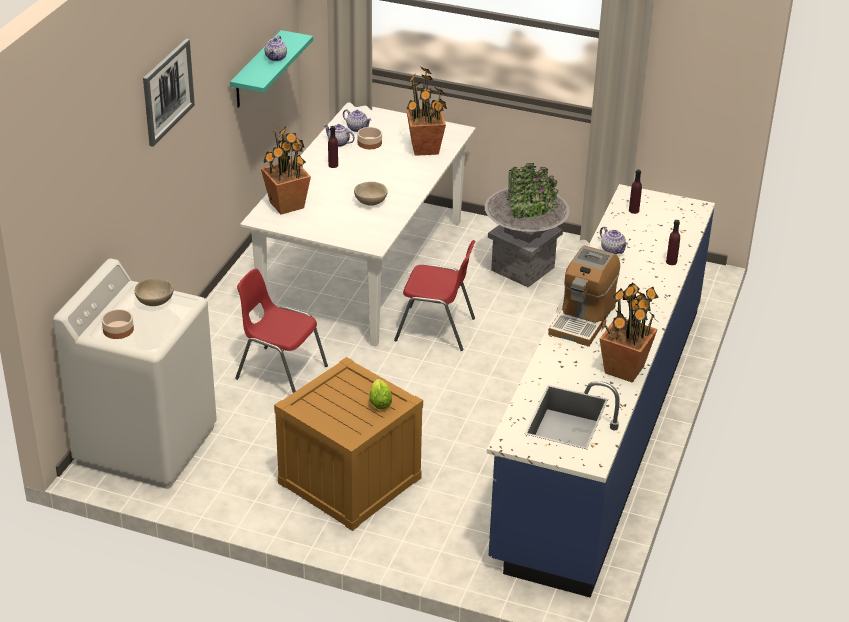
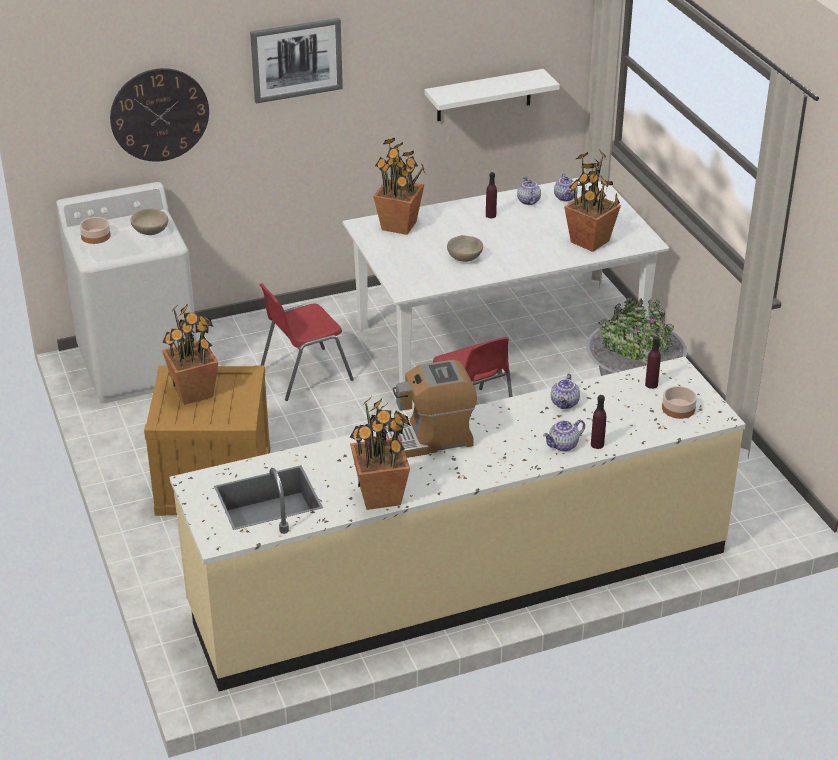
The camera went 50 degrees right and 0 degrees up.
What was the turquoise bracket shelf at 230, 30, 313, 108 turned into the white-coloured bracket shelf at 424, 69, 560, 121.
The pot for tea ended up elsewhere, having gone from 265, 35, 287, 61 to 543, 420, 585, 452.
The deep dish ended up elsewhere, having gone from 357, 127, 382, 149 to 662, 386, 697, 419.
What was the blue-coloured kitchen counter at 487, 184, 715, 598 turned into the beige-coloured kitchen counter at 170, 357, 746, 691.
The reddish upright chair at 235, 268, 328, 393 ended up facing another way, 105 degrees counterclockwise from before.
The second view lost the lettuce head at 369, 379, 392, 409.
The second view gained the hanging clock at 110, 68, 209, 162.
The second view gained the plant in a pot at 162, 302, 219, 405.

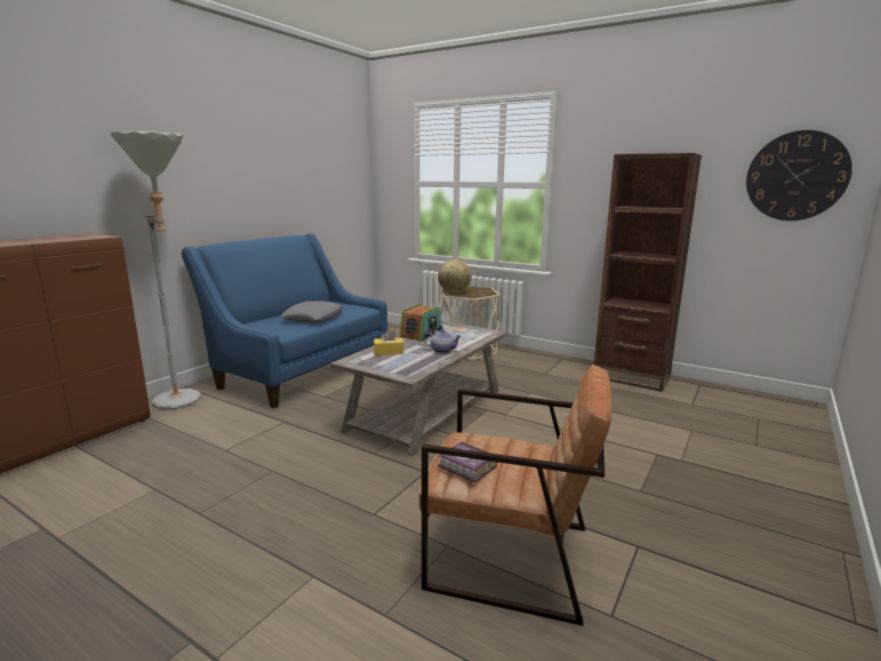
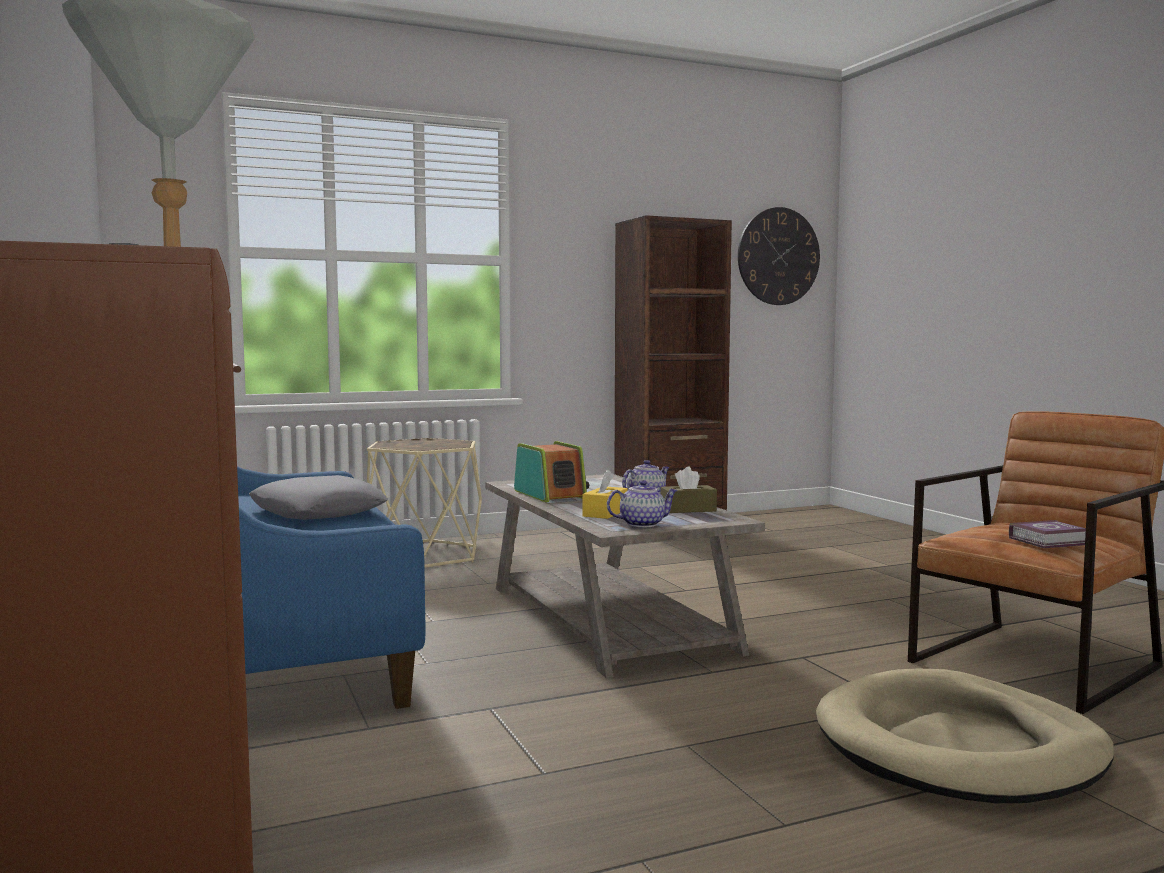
The camera went 55 degrees left and 10 degrees down.
The second view lost the desk globe at 438, 259, 471, 293.
The second view gained the brown-coloured box of tissues at 661, 466, 717, 513.
The second view gained the pot for tea at 607, 480, 678, 527.
The second view gained the beige-coloured pet bed at 816, 668, 1114, 803.

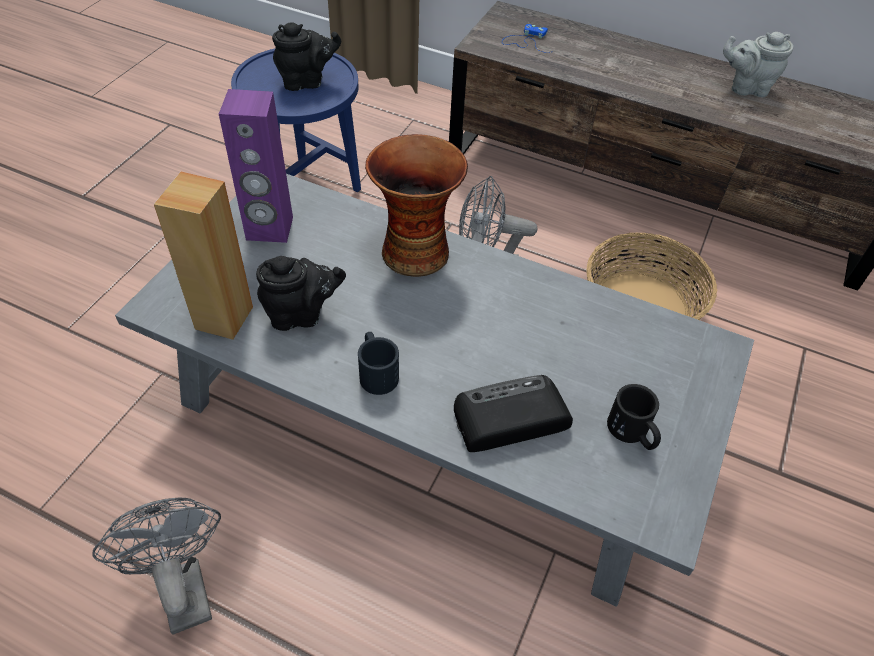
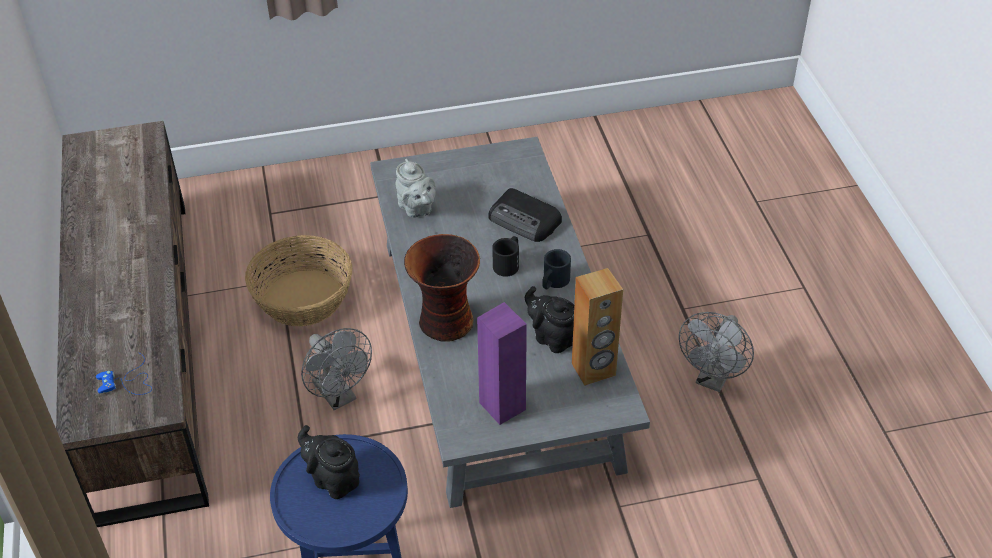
The camera went 125 degrees left and 5 degrees down.
The gray pot for tea ended up elsewhere, having gone from 723, 32, 793, 97 to 396, 159, 436, 218.
The black coffee mug ended up elsewhere, having gone from 607, 384, 661, 450 to 492, 236, 519, 277.

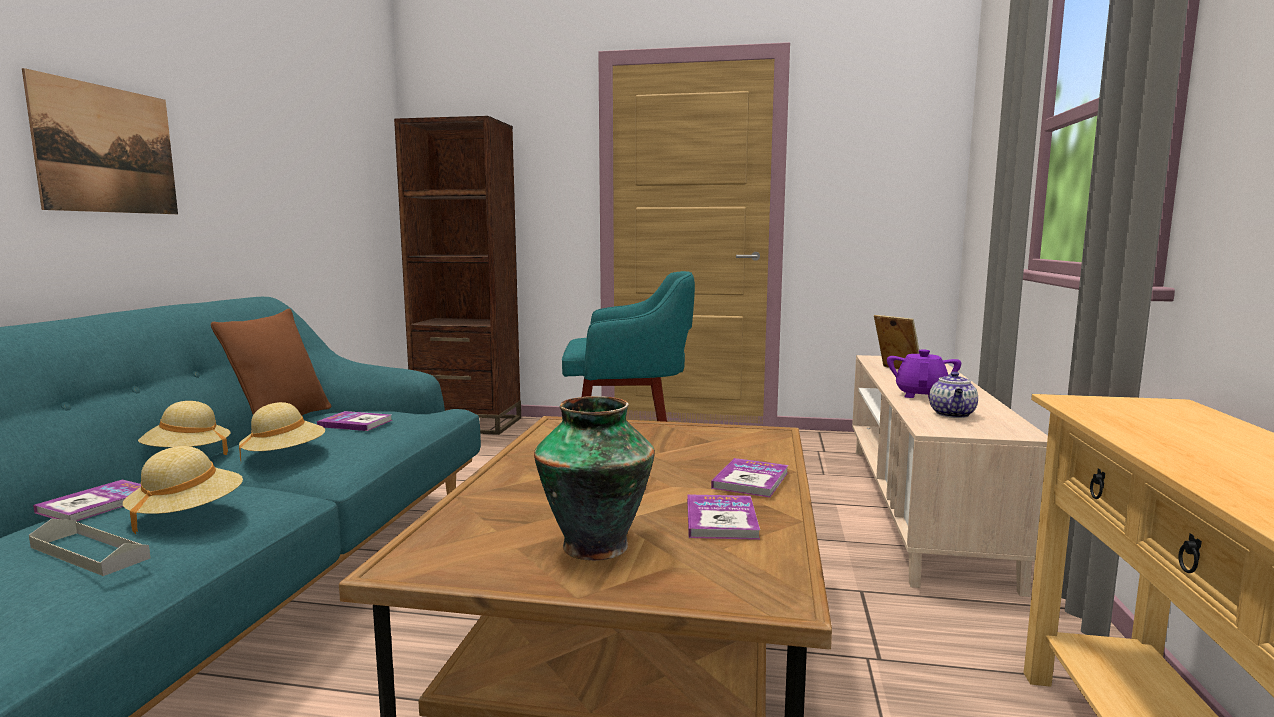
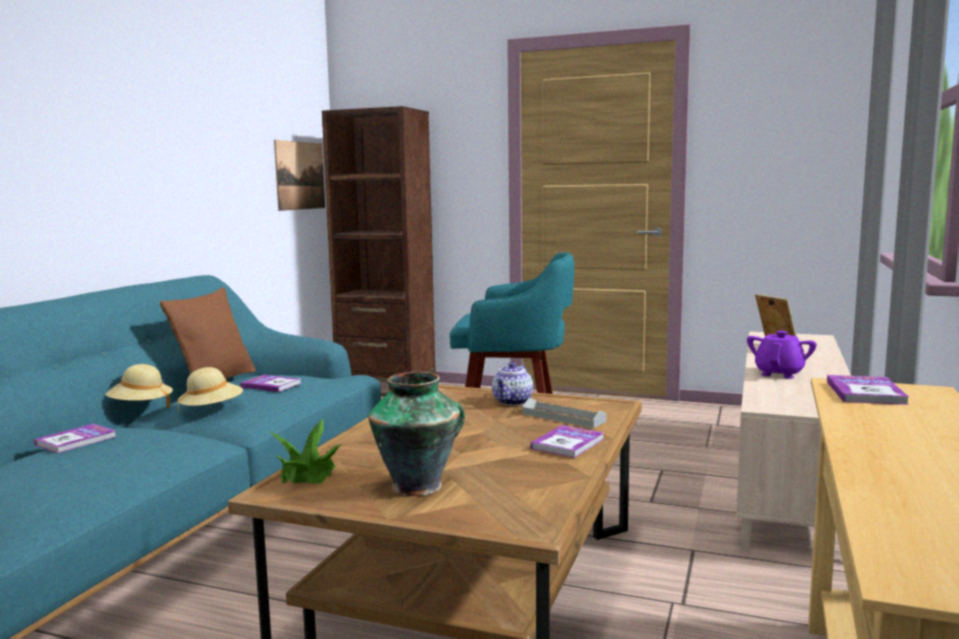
The camera went 10 degrees right and 0 degrees up.
The wall art ended up elsewhere, having gone from 22, 68, 178, 214 to 274, 140, 325, 211.
The pot for tea ended up elsewhere, having gone from 929, 371, 978, 418 to 492, 362, 533, 405.
The second view lost the beige-coloured wearable hat at 123, 446, 243, 534.
The book ended up elsewhere, having gone from 687, 494, 760, 540 to 827, 375, 909, 405.
The gray tray ended up elsewhere, having gone from 29, 519, 150, 576 to 522, 398, 606, 428.
The second view gained the plant in a pot at 269, 419, 342, 484.

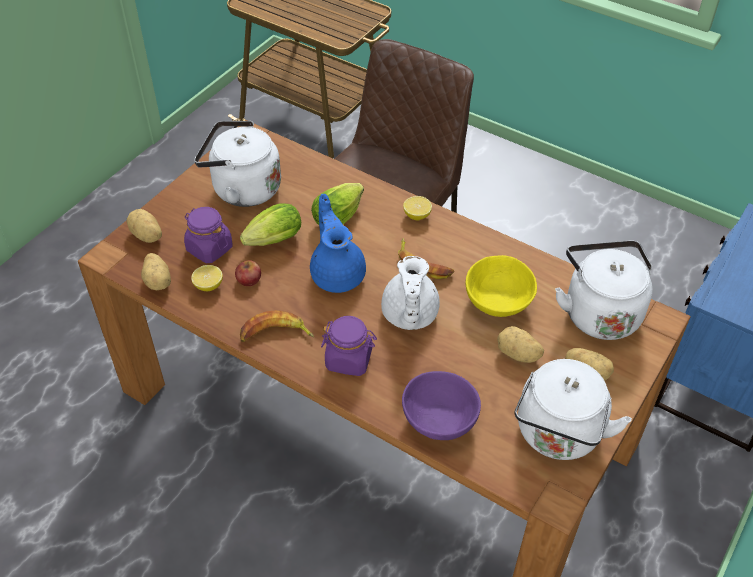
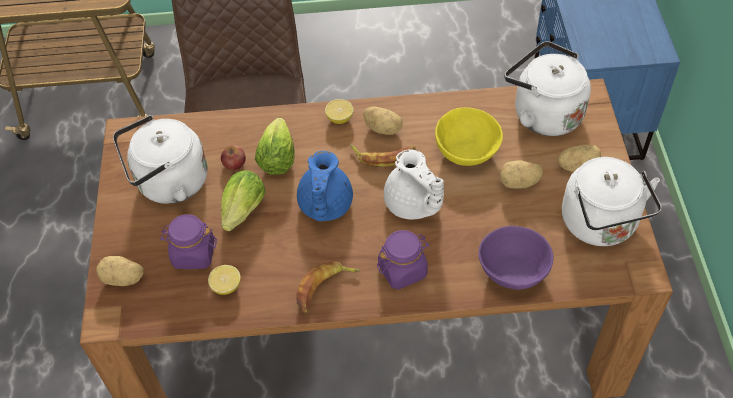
The camera went 35 degrees left and 5 degrees up.
The blue-coloured pot for tea at 310, 194, 366, 293 ended up facing another way, 120 degrees counterclockwise from before.
The spud ended up elsewhere, having gone from 141, 253, 171, 290 to 363, 106, 403, 135.
The apple fruit ended up elsewhere, having gone from 235, 260, 261, 286 to 221, 145, 246, 170.

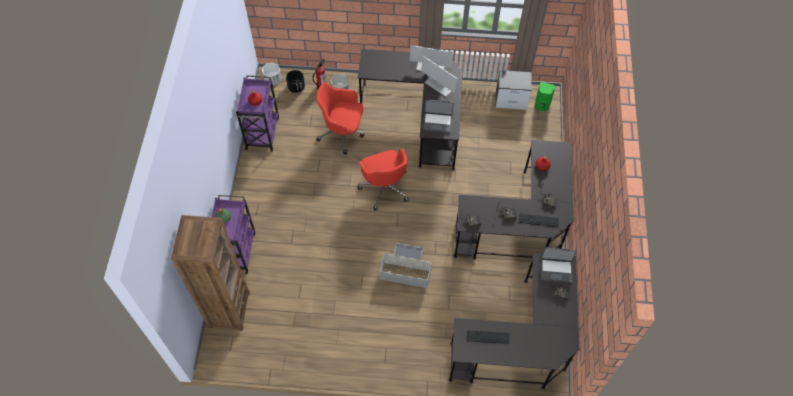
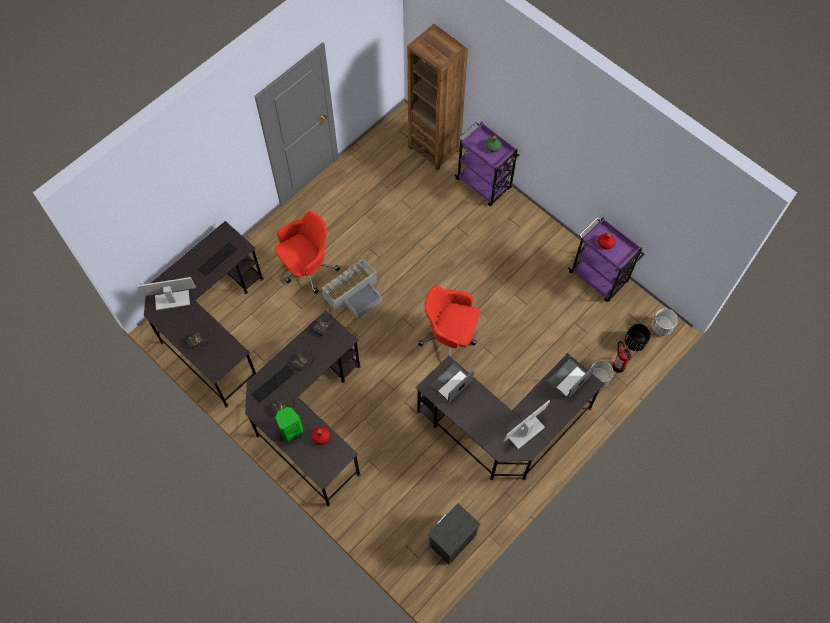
The camera went 130 degrees right and 5 degrees up.
The computer display ended up elsewhere, having gone from 421, 56, 458, 97 to 137, 277, 196, 310.
The green-coloured loudspeaker ended up elsewhere, having gone from 535, 82, 555, 111 to 275, 407, 303, 441.
The reddish desk chair ended up elsewhere, having gone from 316, 83, 364, 155 to 275, 211, 340, 294.
The laptop ended up elsewhere, having gone from 541, 247, 577, 283 to 547, 359, 594, 399.

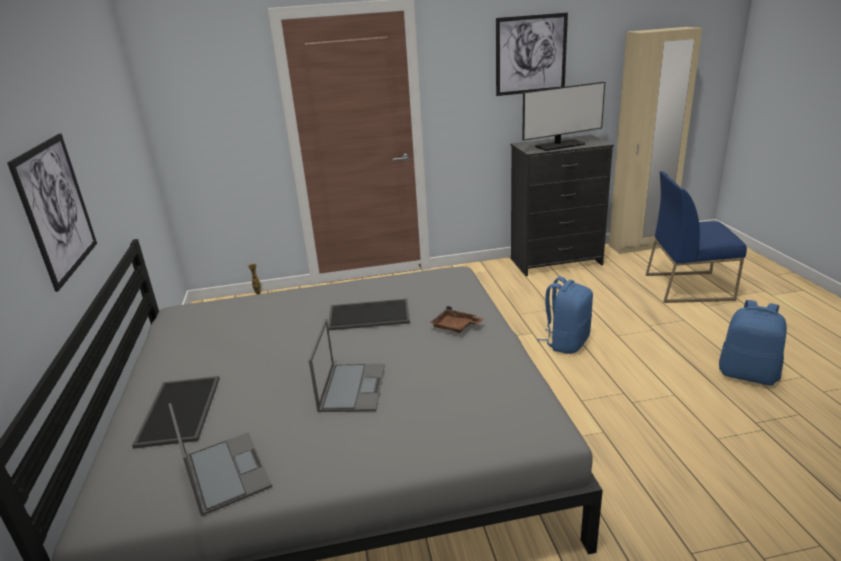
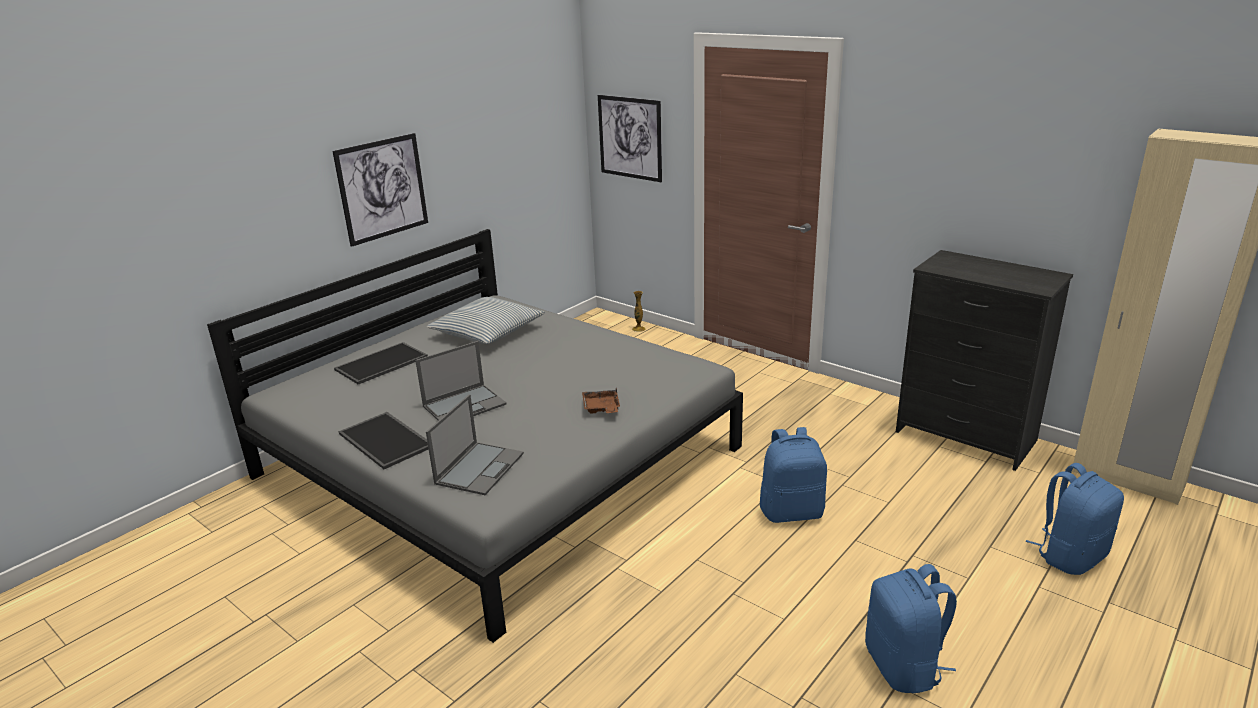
The camera went 50 degrees right and 0 degrees up.
The wall art ended up elsewhere, having gone from 496, 13, 568, 96 to 598, 95, 662, 182.
The second view lost the computer display at 522, 82, 605, 151.
Where the blue-coloured upright chair stood at 646, 171, 747, 303, the blue-coloured knapsack came to stand at 1025, 463, 1124, 575.
The tray ended up elsewhere, having gone from 328, 299, 410, 330 to 339, 412, 428, 469.
The laptop ended up elsewhere, having gone from 168, 403, 272, 516 to 426, 394, 524, 495.
The second view gained the throw pillow at 427, 297, 545, 344.

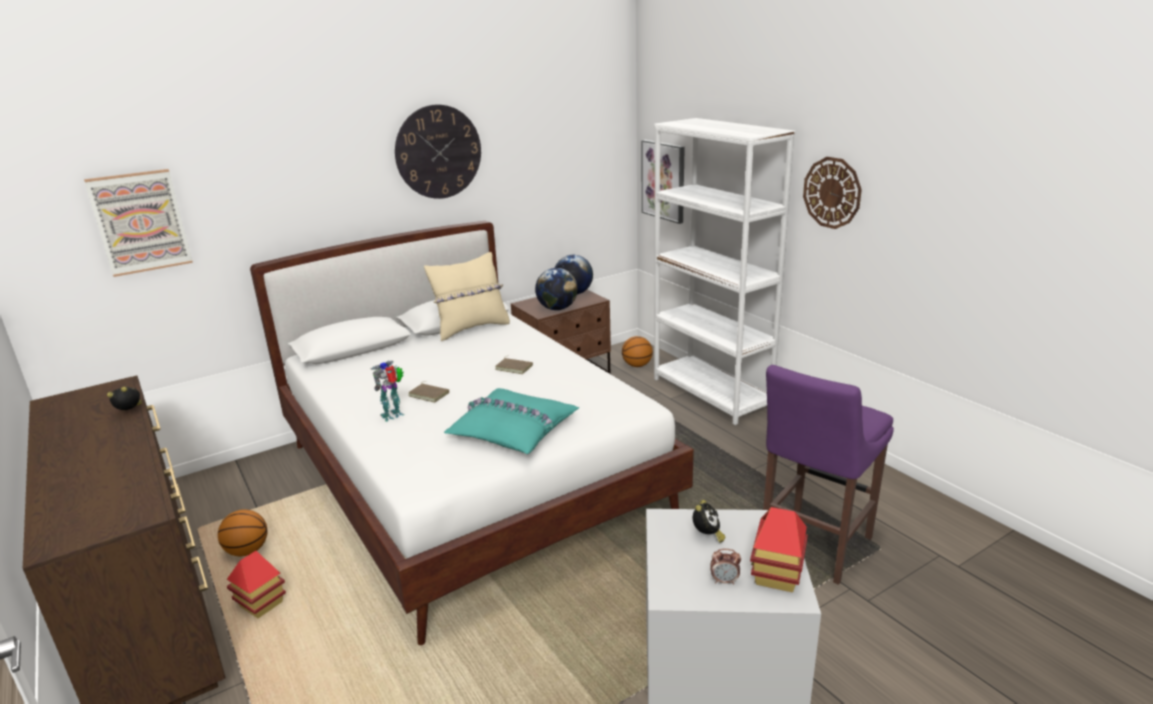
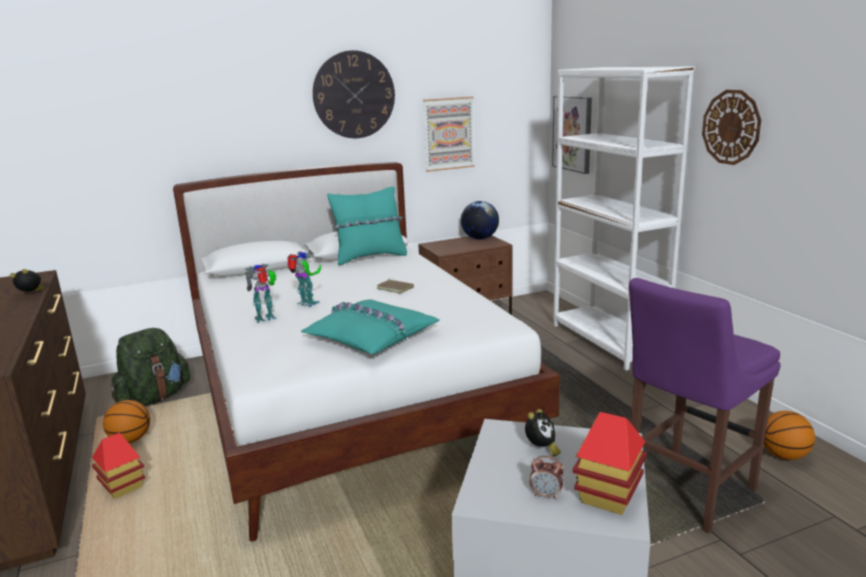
The camera went 10 degrees right and 5 degrees down.
The wall art ended up elsewhere, having gone from 84, 169, 193, 277 to 423, 97, 475, 172.
What was the beige-coloured throw pillow at 424, 252, 510, 341 turned into the turquoise throw pillow at 327, 186, 407, 265.
The second view lost the desk globe at 535, 268, 578, 310.
The basketball ball ended up elsewhere, having gone from 622, 336, 653, 367 to 764, 411, 815, 460.
Where the brown-coloured book stood at 408, 381, 449, 403, the robot figure came to stand at 287, 251, 321, 307.
The second view gained the green-coloured knapsack at 112, 328, 191, 405.

